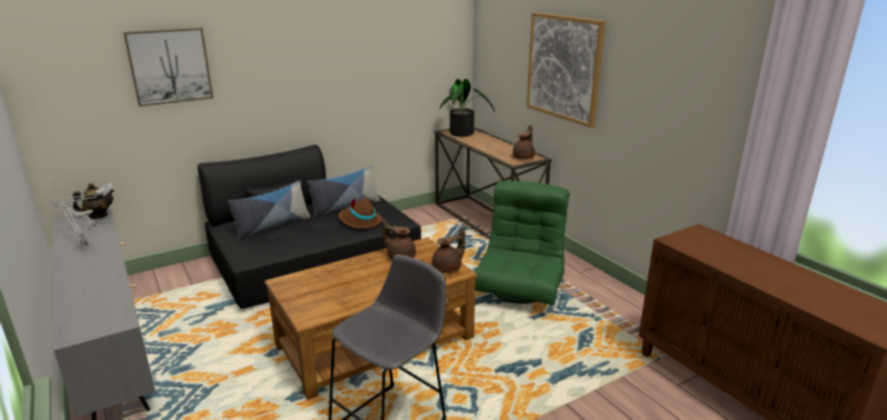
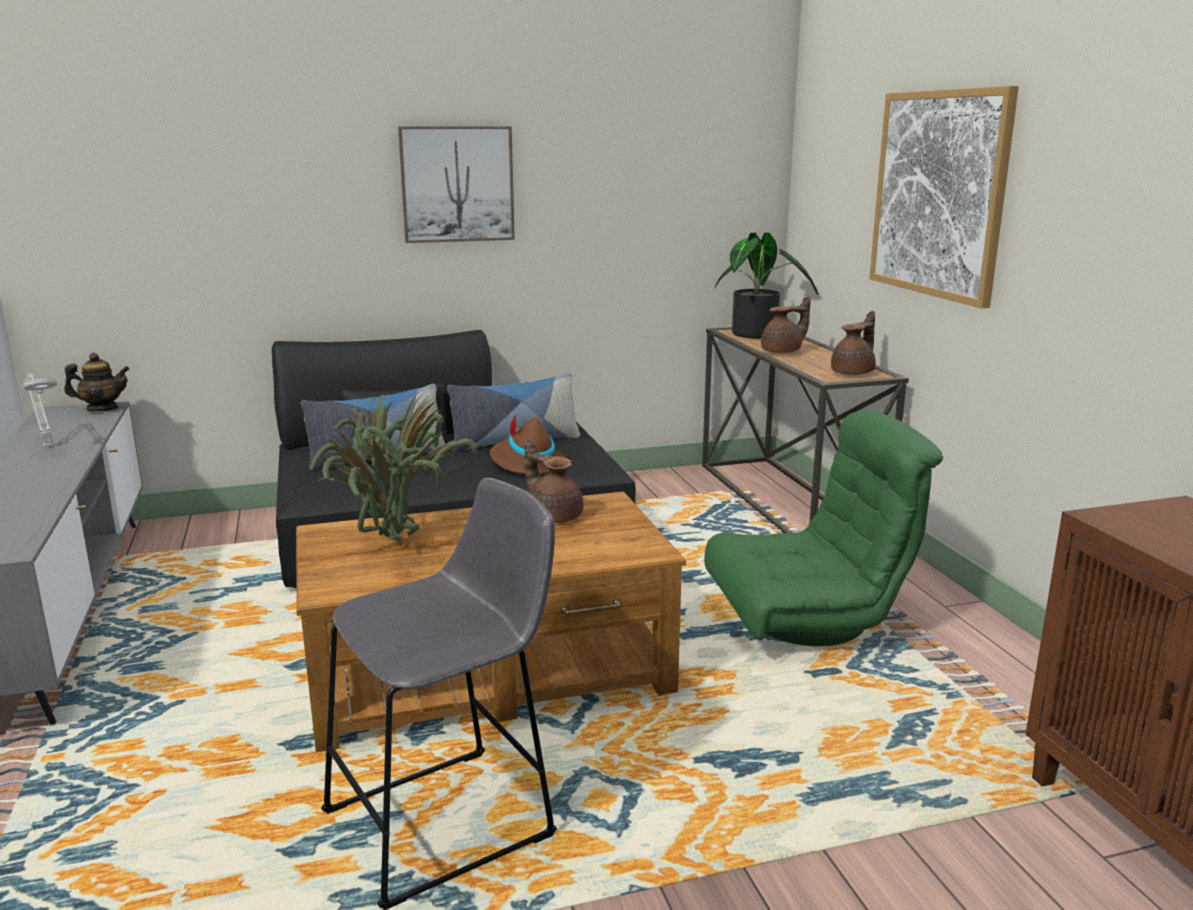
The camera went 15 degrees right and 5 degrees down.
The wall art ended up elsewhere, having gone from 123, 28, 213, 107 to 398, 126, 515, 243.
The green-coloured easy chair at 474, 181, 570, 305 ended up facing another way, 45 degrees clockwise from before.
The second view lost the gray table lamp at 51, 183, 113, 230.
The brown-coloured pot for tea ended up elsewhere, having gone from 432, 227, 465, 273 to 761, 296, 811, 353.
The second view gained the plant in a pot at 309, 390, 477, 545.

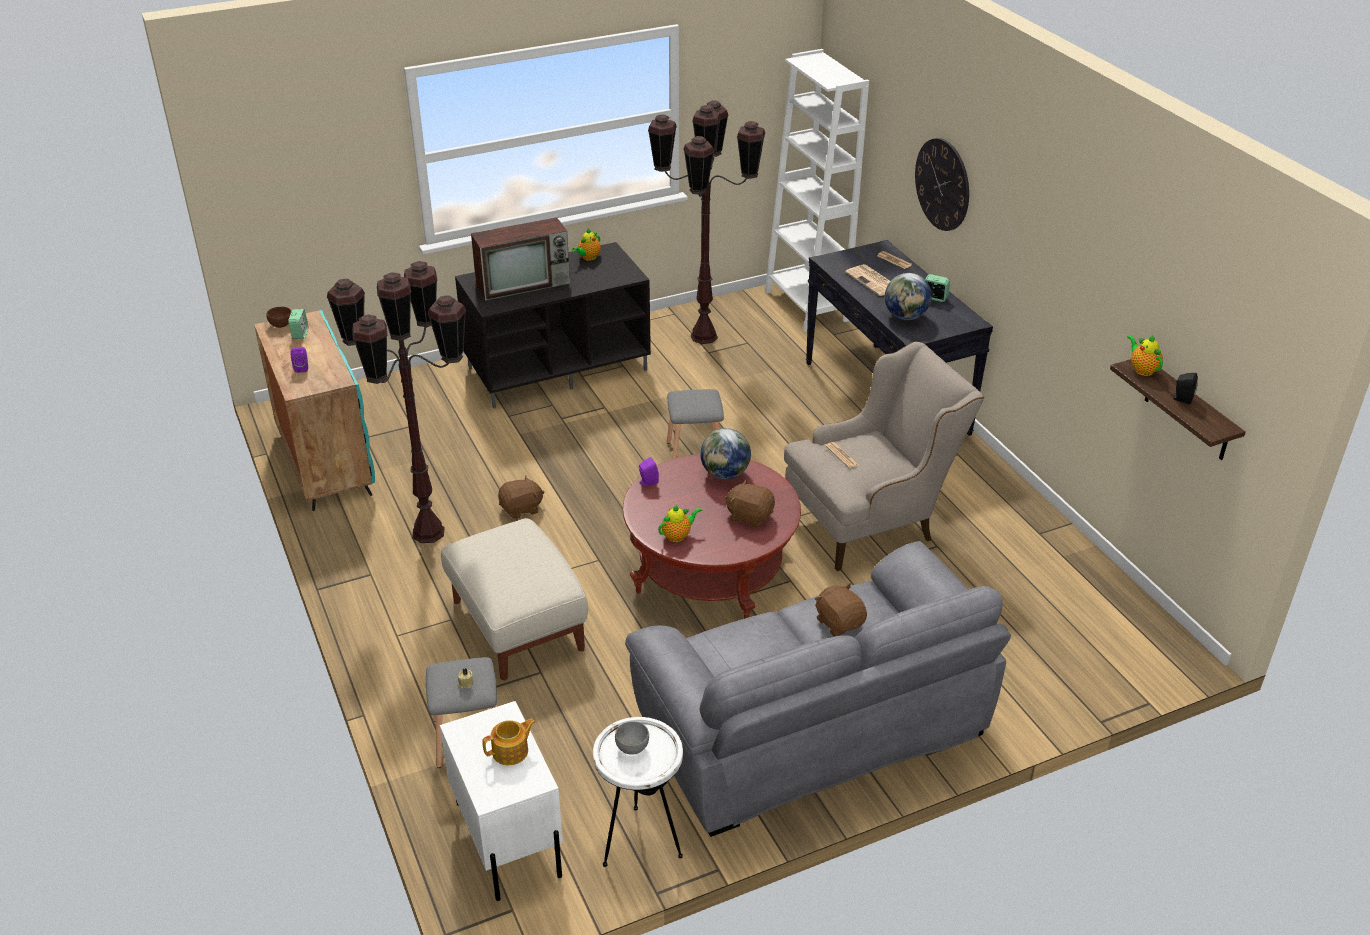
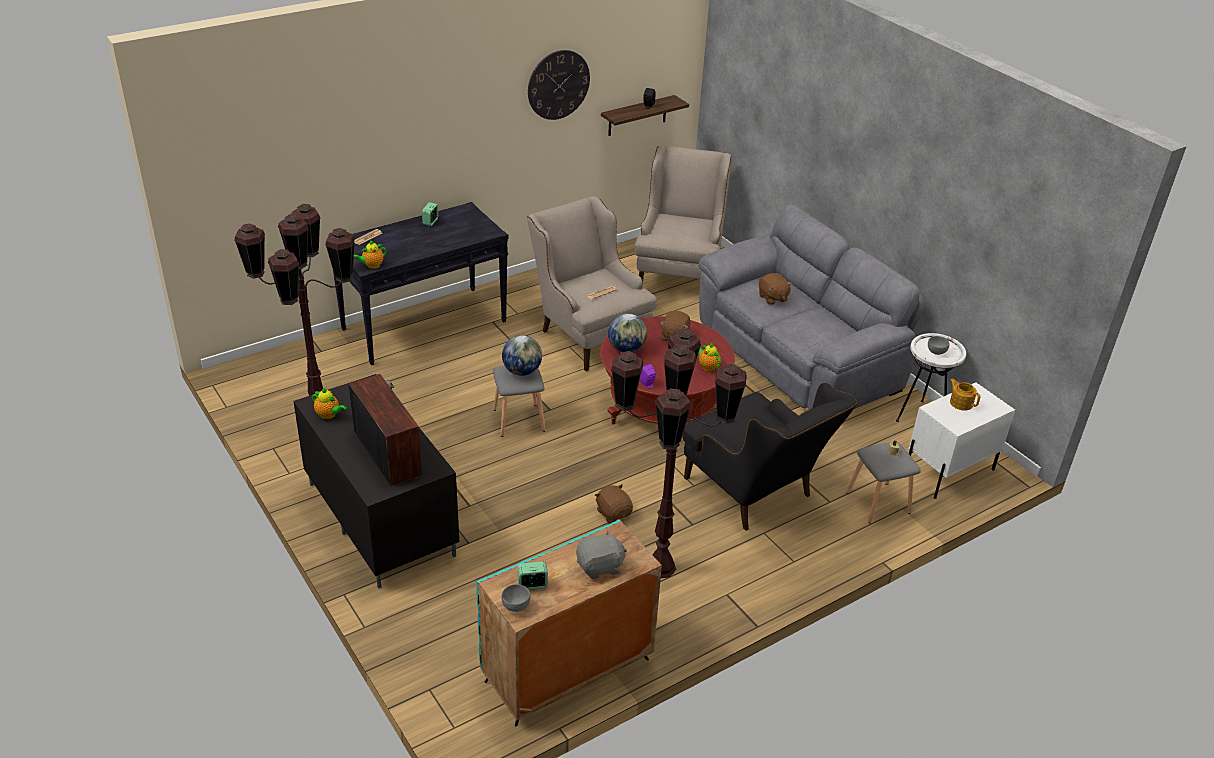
The camera went 100 degrees left and 0 degrees up.
The second view lost the white-coloured shelving unit at 765, 49, 869, 332.
The hanging clock ended up elsewhere, having gone from 915, 138, 969, 231 to 528, 50, 590, 120.
The second view lost the printed paper at 845, 264, 890, 296.
The desk globe ended up elsewhere, having gone from 885, 273, 932, 320 to 502, 335, 542, 376.
What was the brown-coloured deep dish at 266, 307, 292, 328 turned into the gray deep dish at 502, 584, 530, 612.
The pot for tea ended up elsewhere, having gone from 1127, 335, 1163, 376 to 354, 240, 386, 269.
Where the purple-coloured loudspeaker stood at 290, 347, 308, 373, the gray cuddly toy came to stand at 576, 530, 627, 579.
Where the beige-coloured footrest stood at 441, 518, 588, 680, the black easy chair came to stand at 682, 383, 857, 531.
The brown-coloured cuddly toy at 815, 583, 867, 636 ended up facing another way, 75 degrees counterclockwise from before.
The second view gained the beige-coloured easy chair at 635, 145, 732, 283.

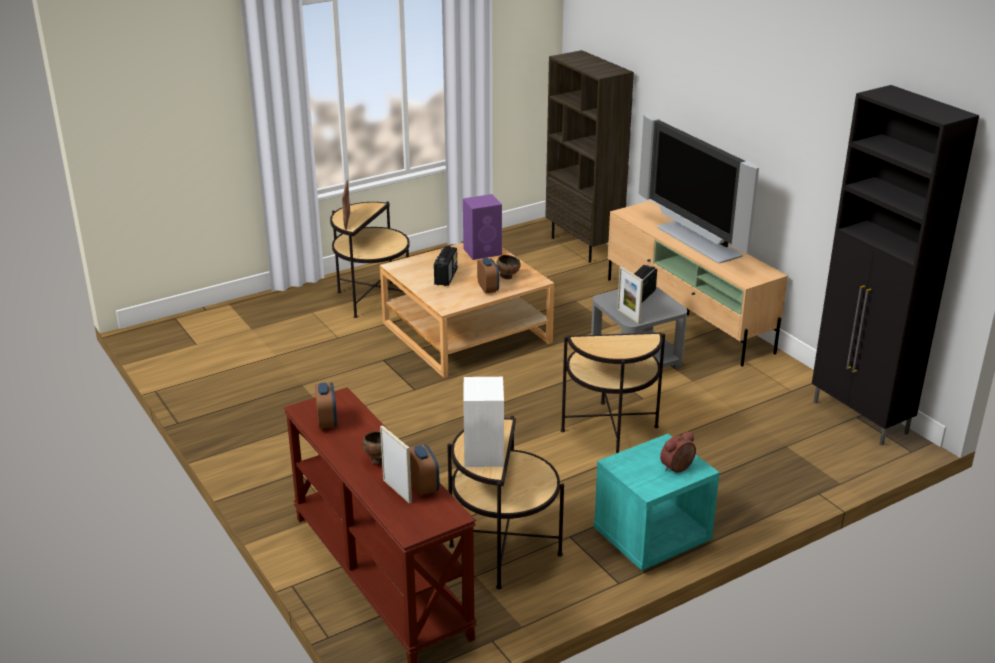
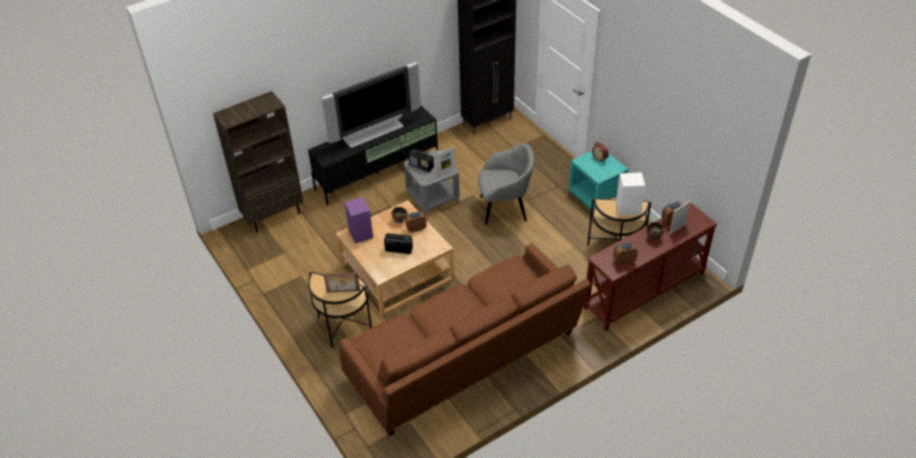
The camera went 90 degrees left and 15 degrees up.
What was the beige-coloured tv unit at 608, 201, 788, 366 turned into the black tv unit at 308, 106, 438, 206.
Where the side table stood at 561, 333, 665, 453, the gray easy chair came to stand at 478, 143, 534, 225.
The second view gained the brown-coloured sofa at 339, 244, 591, 436.

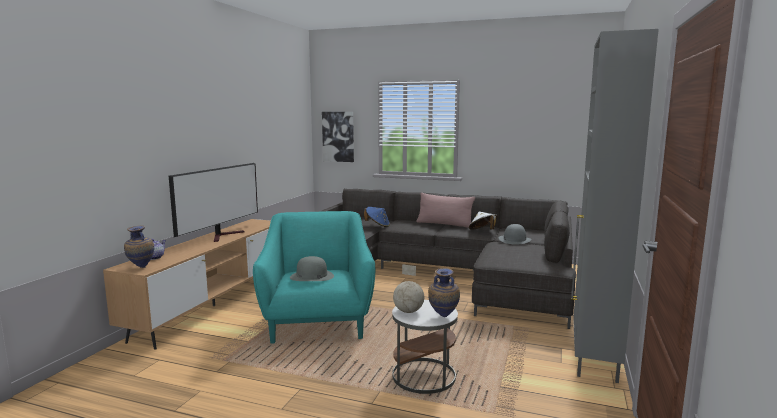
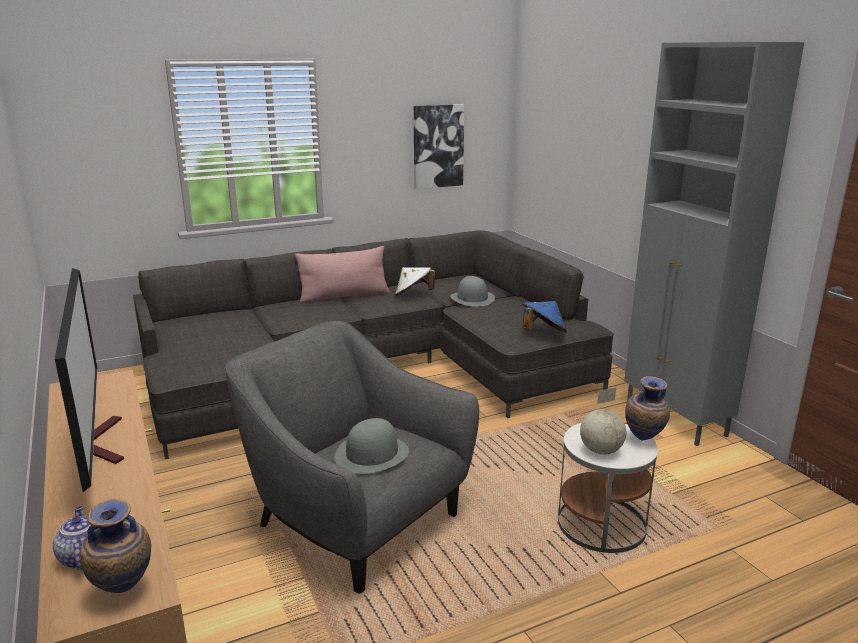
The camera went 45 degrees left and 10 degrees up.
The wall art ended up elsewhere, having gone from 322, 112, 354, 162 to 414, 104, 464, 189.
The blue-coloured wearable hat ended up elsewhere, having gone from 364, 207, 390, 227 to 522, 301, 567, 333.
What was the turquoise easy chair at 253, 211, 375, 344 turned into the gray easy chair at 225, 321, 479, 593.

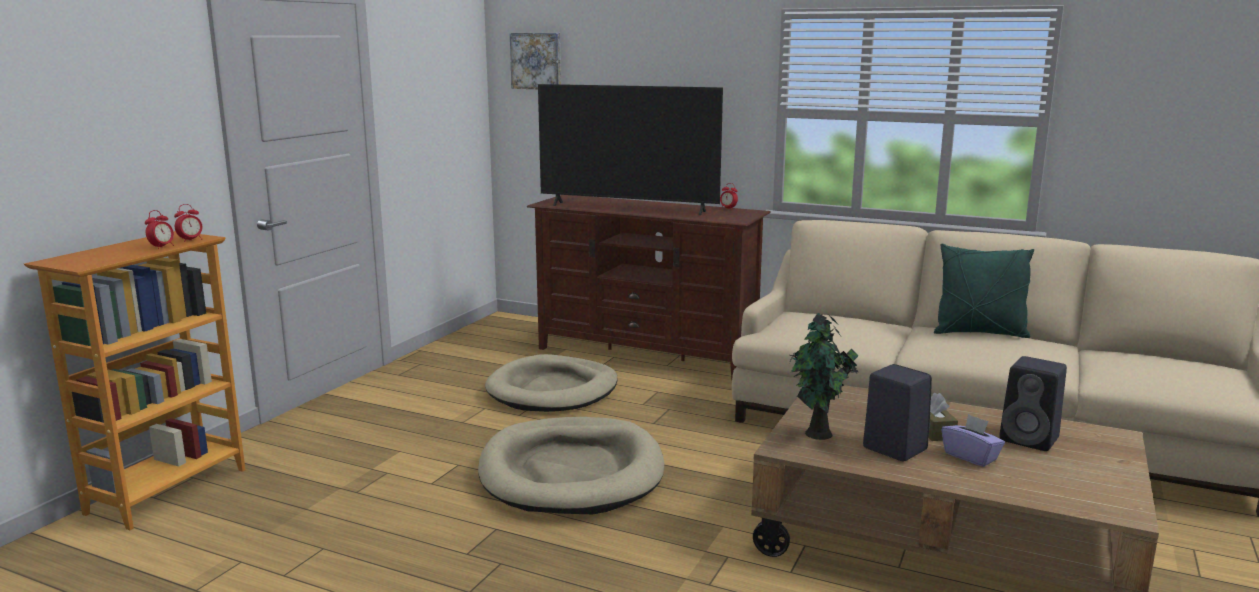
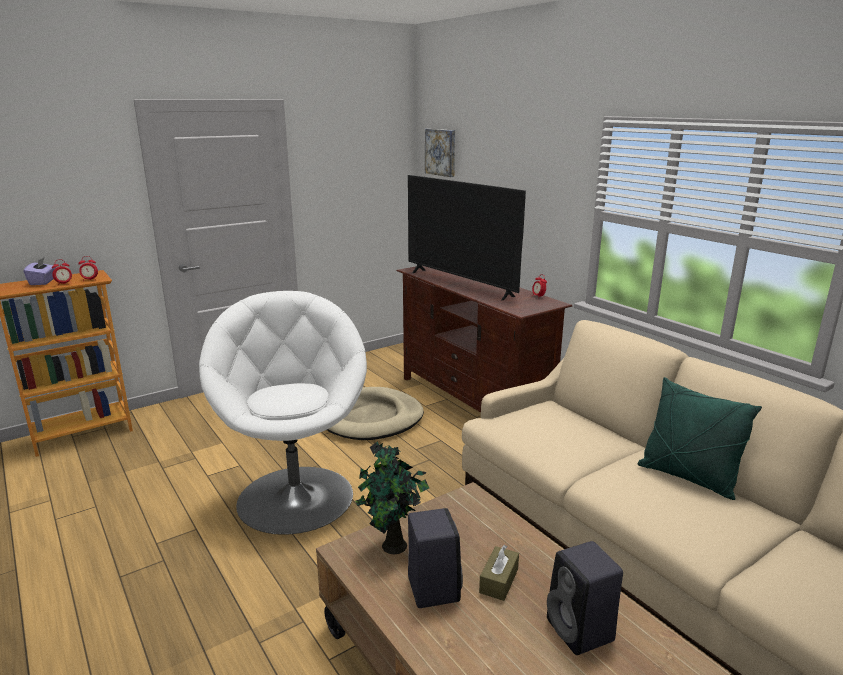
The camera went 30 degrees right and 5 degrees up.
The purple-coloured box of tissues ended up elsewhere, having gone from 942, 414, 1005, 467 to 24, 258, 56, 285.
Where the beige-coloured pet bed stood at 478, 417, 664, 514, the white-coloured easy chair came to stand at 199, 291, 367, 535.

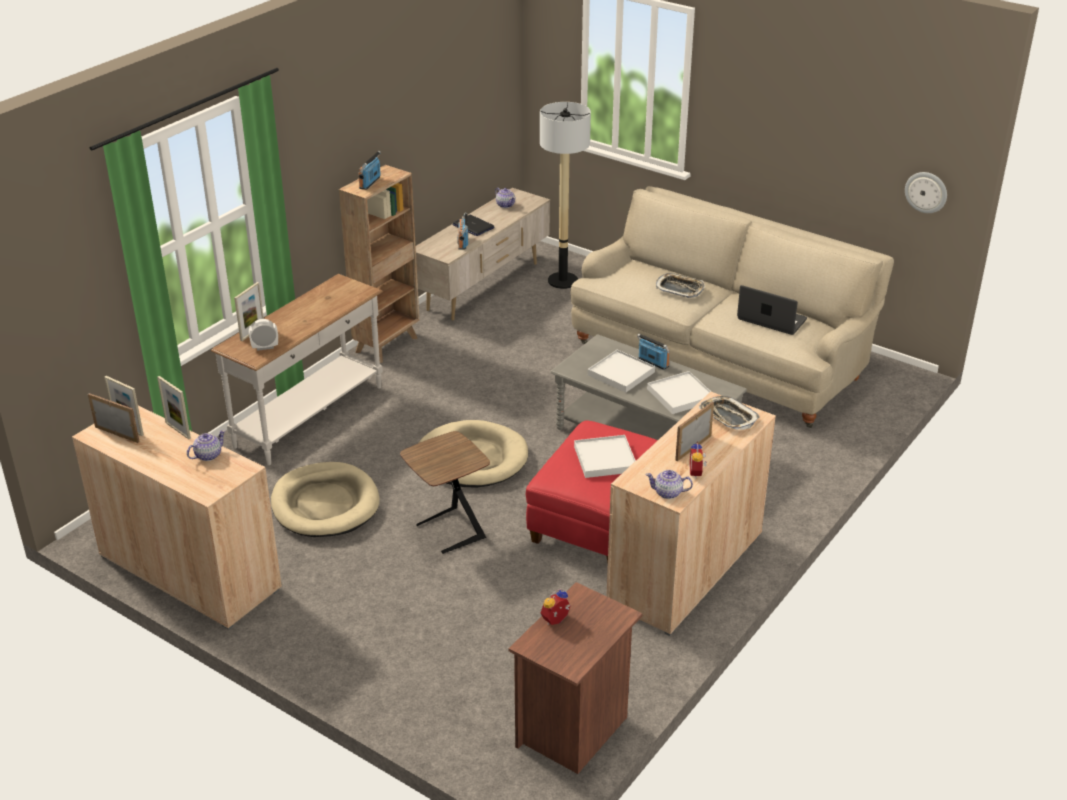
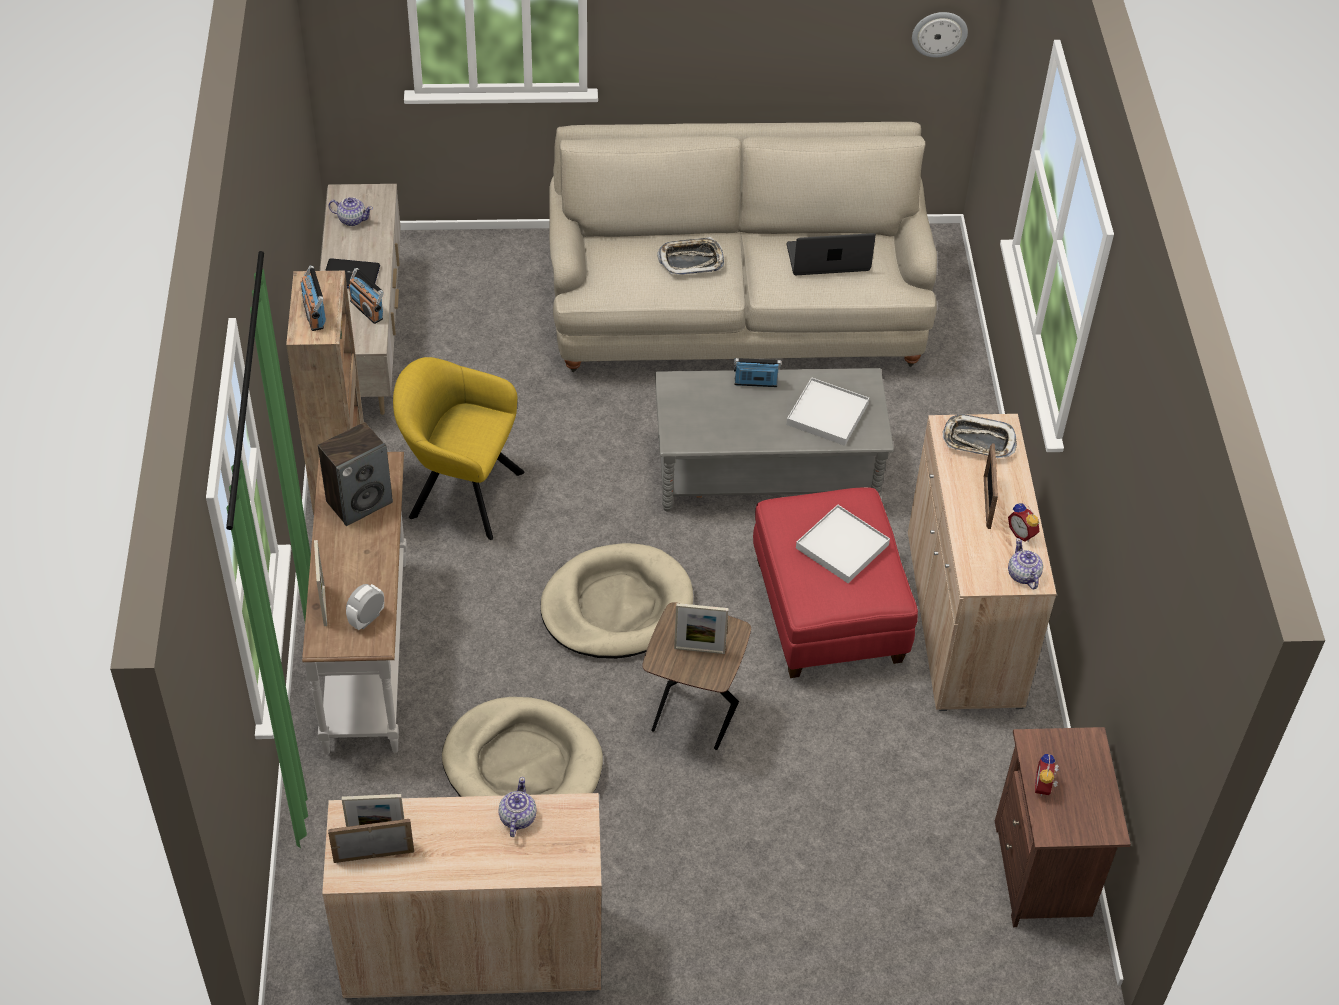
The camera went 40 degrees left and 15 degrees up.
The second view lost the standard lamp at 540, 102, 591, 289.
The second view lost the white-coloured tray at 588, 350, 655, 393.
The photo frame ended up elsewhere, having gone from 157, 376, 191, 439 to 674, 603, 729, 654.
The pot for tea at 646, 470, 693, 499 ended up facing another way, 105 degrees clockwise from before.
The second view gained the yellow easy chair at 393, 357, 525, 540.
The second view gained the loudspeaker at 318, 422, 393, 526.

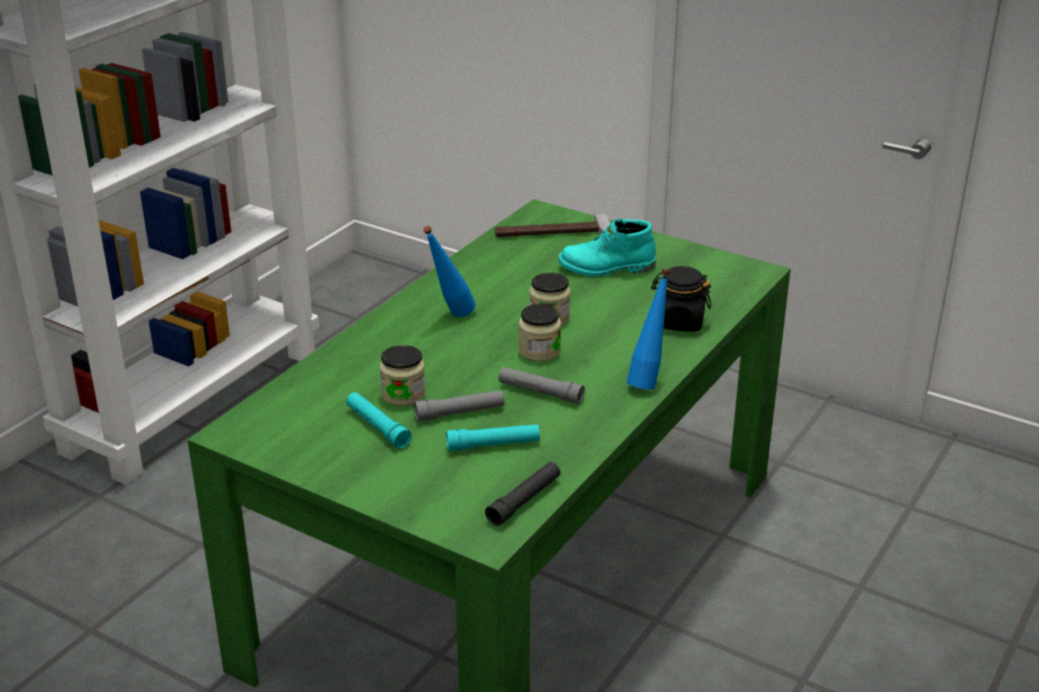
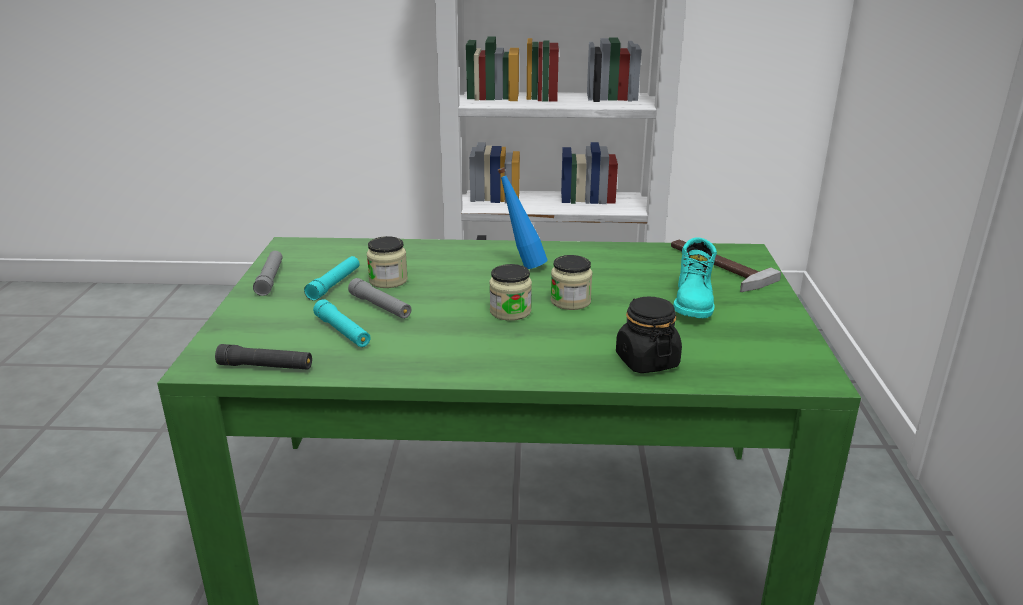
The camera went 60 degrees right and 5 degrees down.
The turquoise tall boot at 558, 219, 656, 277 ended up facing another way, 135 degrees counterclockwise from before.
The second view lost the blue-coloured beverage bottle at 627, 269, 670, 390.
The gray torch ended up elsewhere, having gone from 499, 367, 585, 404 to 253, 251, 283, 296.

